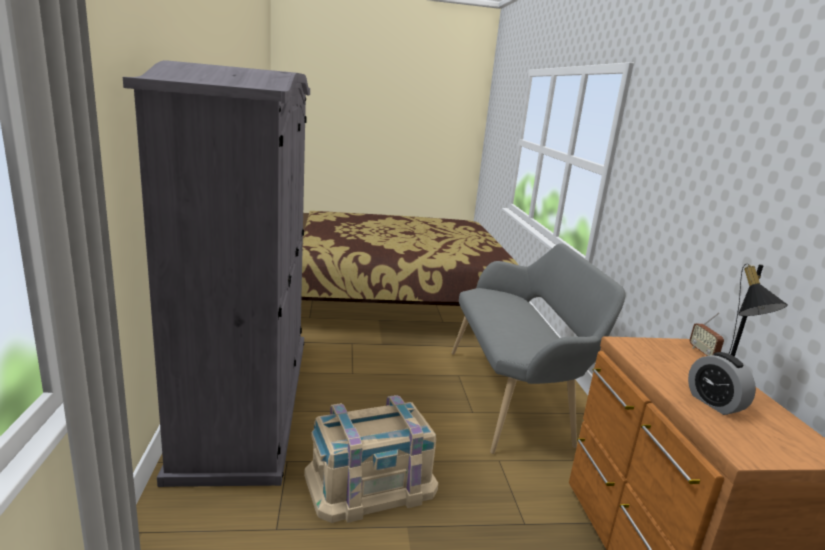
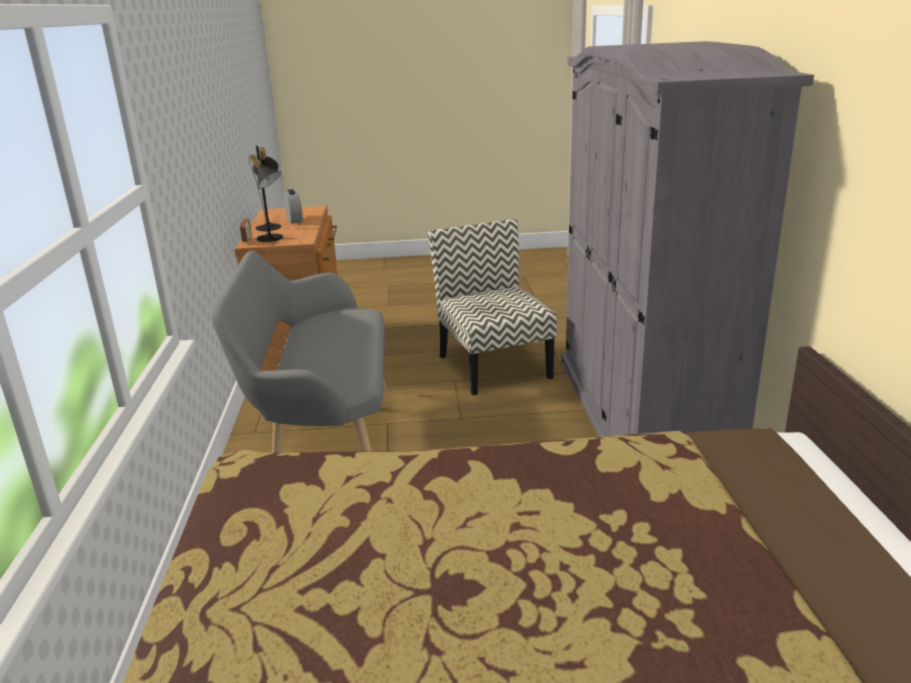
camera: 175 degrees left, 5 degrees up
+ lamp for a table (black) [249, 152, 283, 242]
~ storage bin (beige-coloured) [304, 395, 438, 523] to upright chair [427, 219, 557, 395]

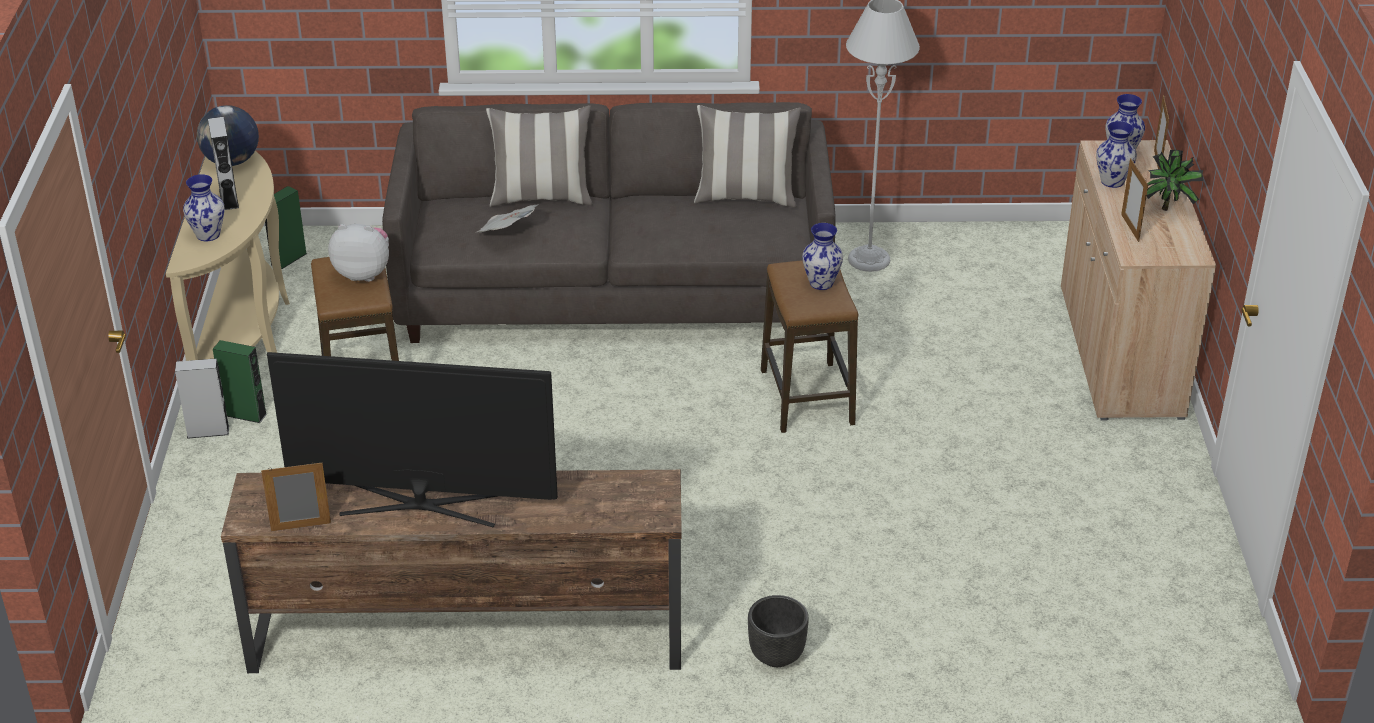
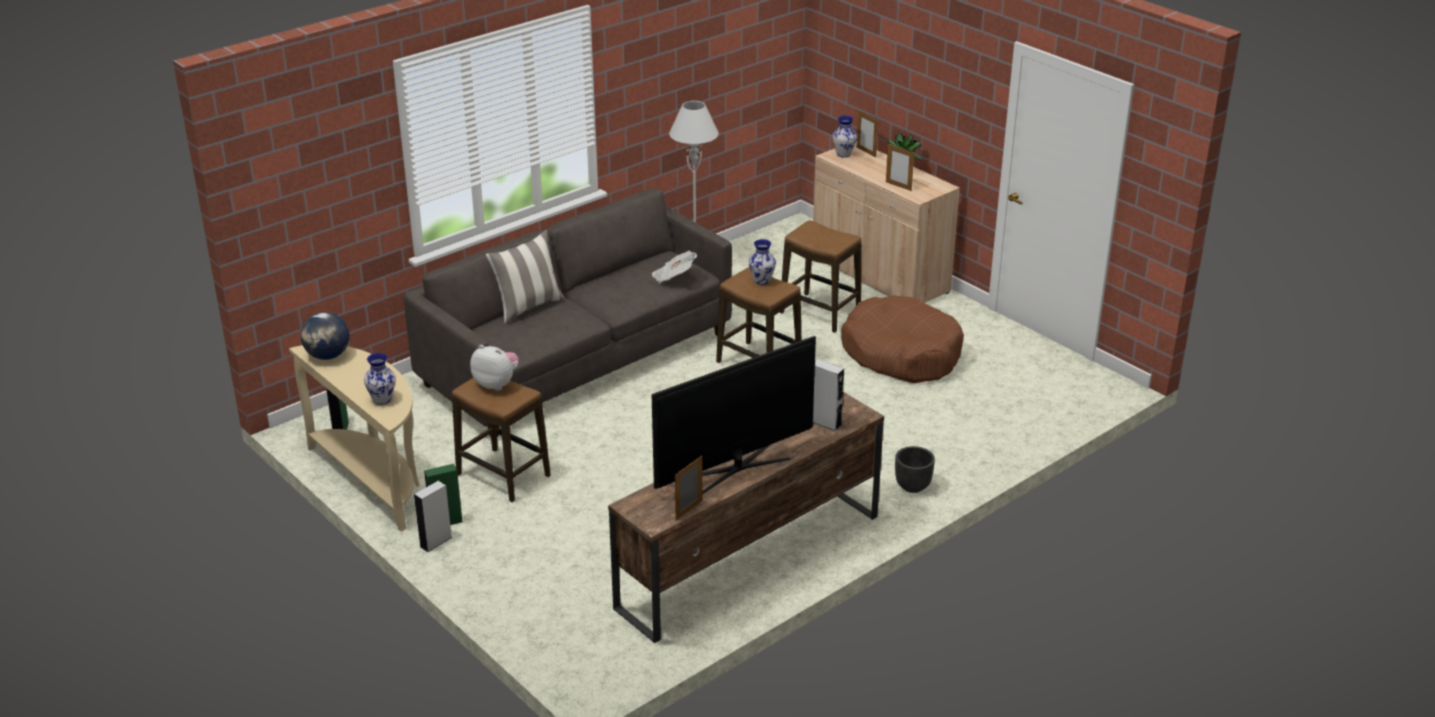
camera: 40 degrees left, 5 degrees down
~ plush toy [328, 224, 389, 282] = [470, 345, 519, 391] 60 degrees clockwise
~ daily paper [477, 204, 539, 232] to [652, 251, 697, 283]
+ stool [780, 220, 861, 333]
~ speaker (grey) [208, 117, 239, 210] to [813, 359, 844, 431]
+ pet bed (brown) [841, 295, 964, 383]
- throw pillow [694, 105, 801, 208]
- vase [1096, 121, 1137, 188]

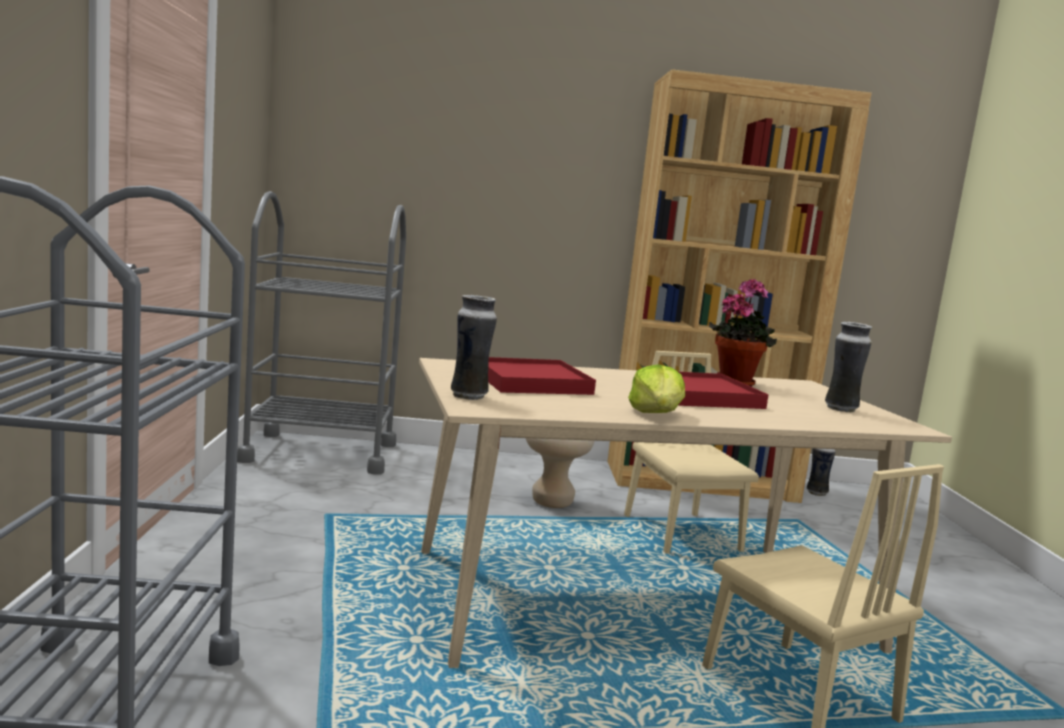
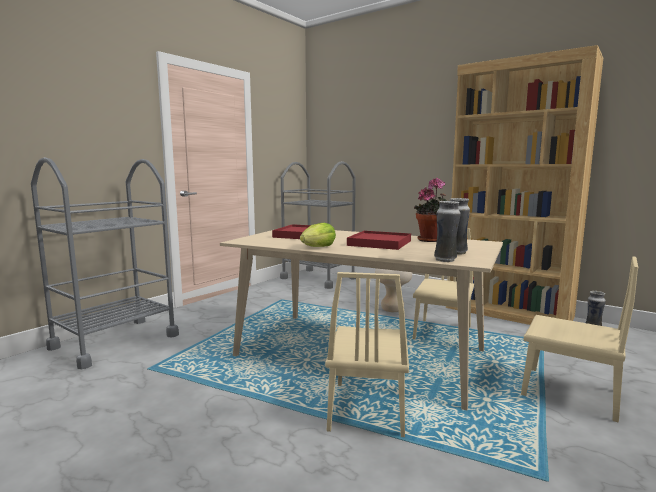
camera: 40 degrees right, 0 degrees up
~ vase [451, 295, 497, 400] to [434, 201, 461, 262]
+ upright chair (beige-coloured) [521, 256, 638, 422]

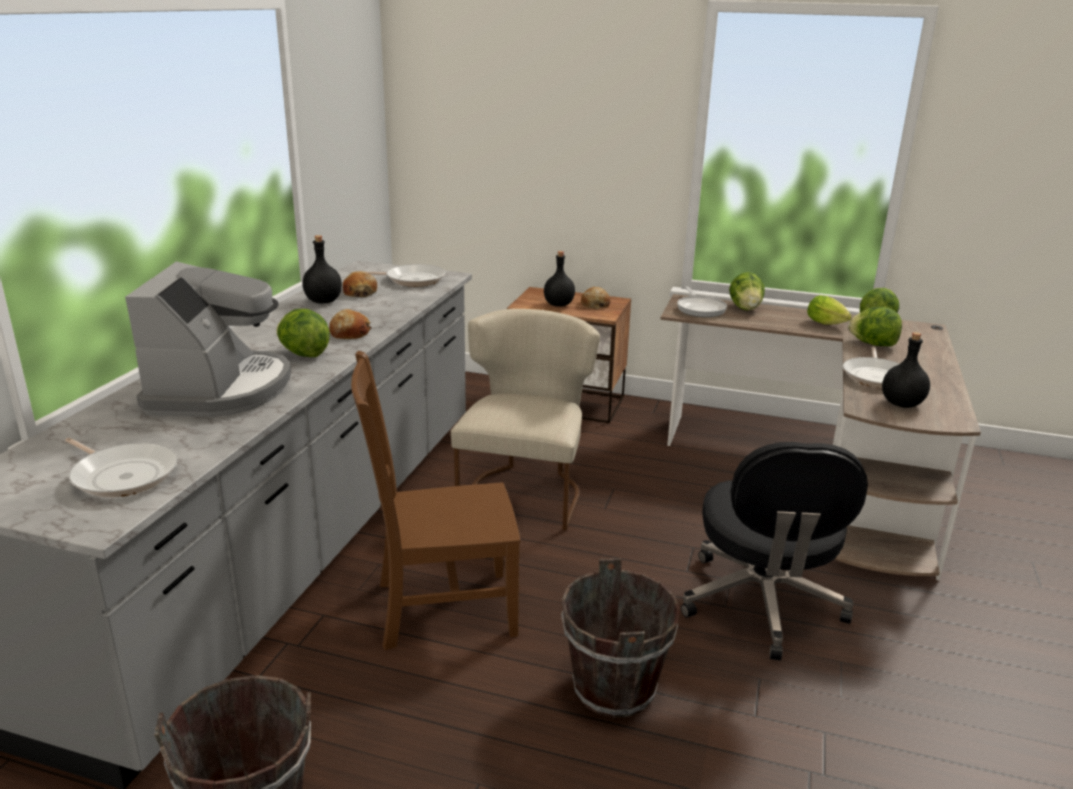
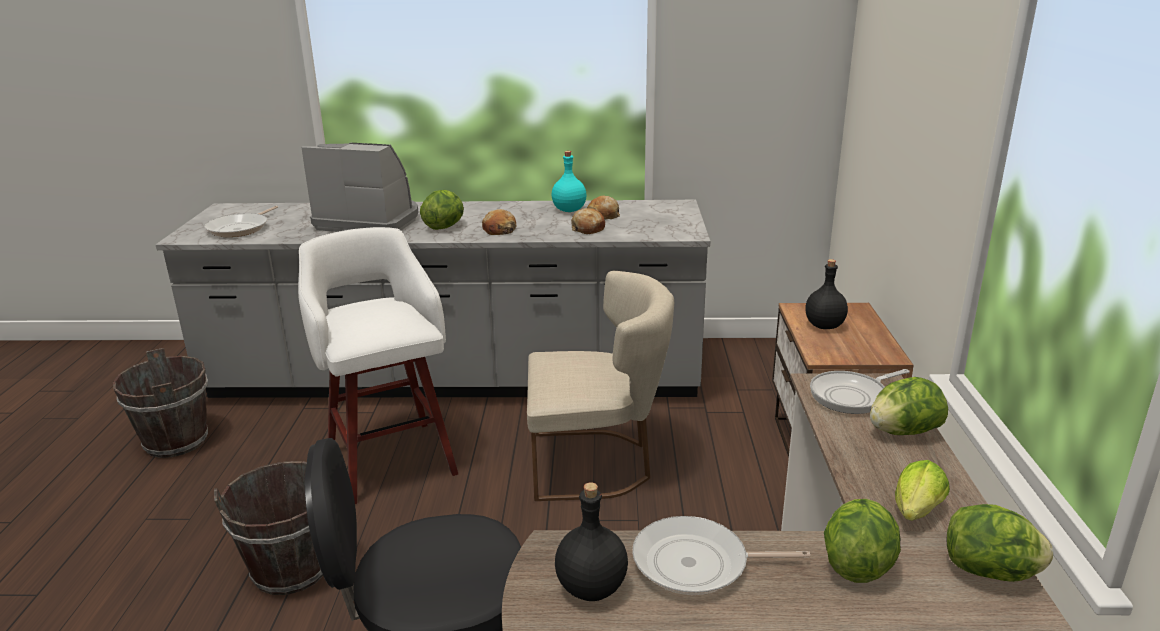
camera: 75 degrees right, 0 degrees up
~ upright chair (brown) [351, 351, 521, 650] to stool (whitish) [298, 227, 458, 504]
~ coffee brewer [125, 261, 291, 417] = [301, 143, 418, 232] 150 degrees counterclockwise
~ bottle (black) [303, 235, 342, 304] to bottle (blue-green) [552, 151, 587, 212]
~ bakery bread [581, 287, 611, 309] to [571, 208, 605, 234]
- skillet [355, 264, 446, 287]

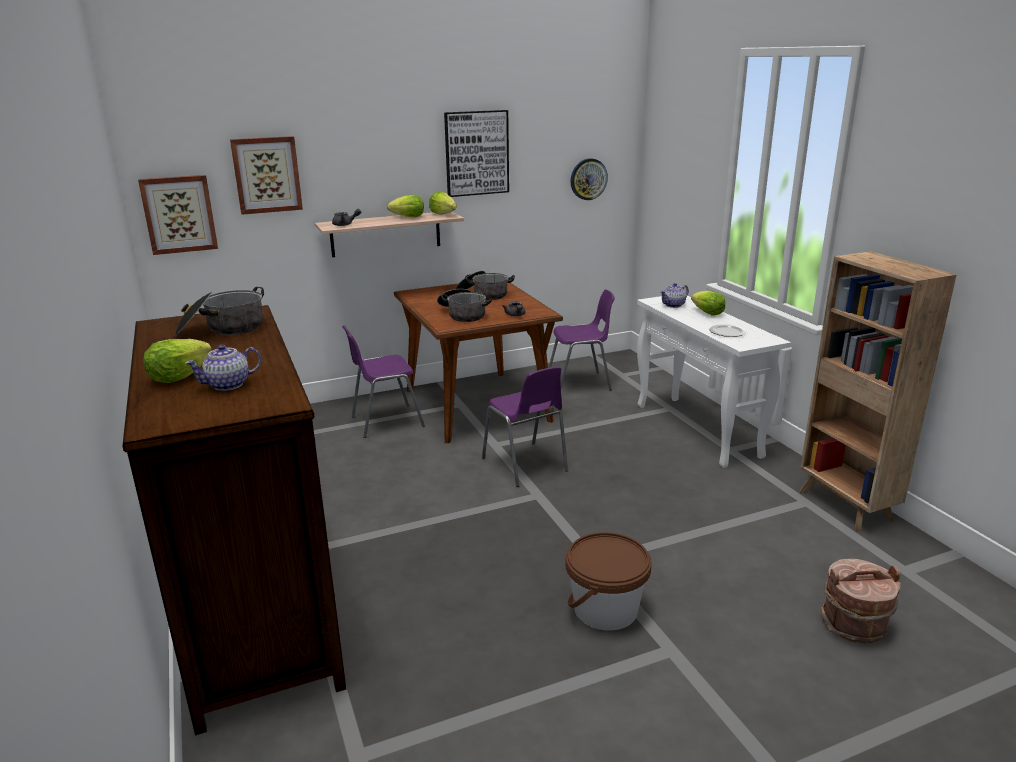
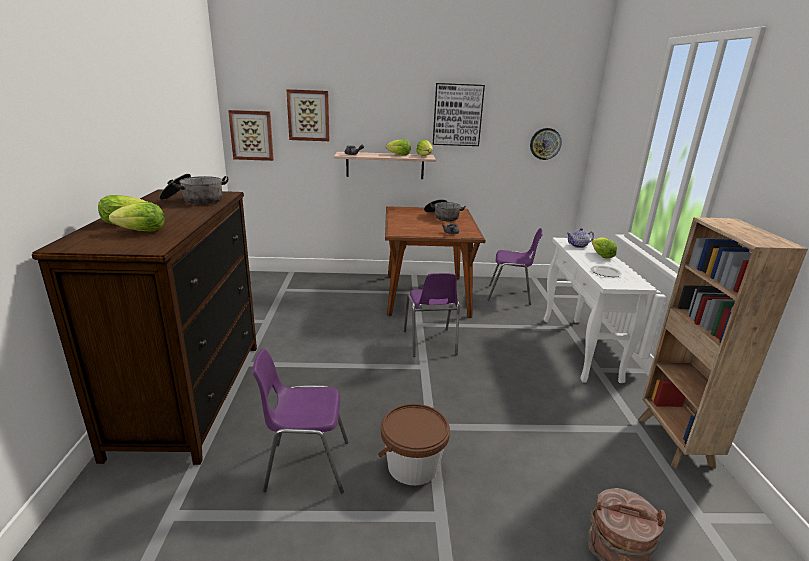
camera: 20 degrees right, 0 degrees up
~ teapot [185, 344, 261, 391] to lettuce head [109, 202, 164, 232]
~ upright chair (purple) [342, 325, 425, 438] to [252, 348, 348, 494]
- saucepot [437, 289, 492, 322]

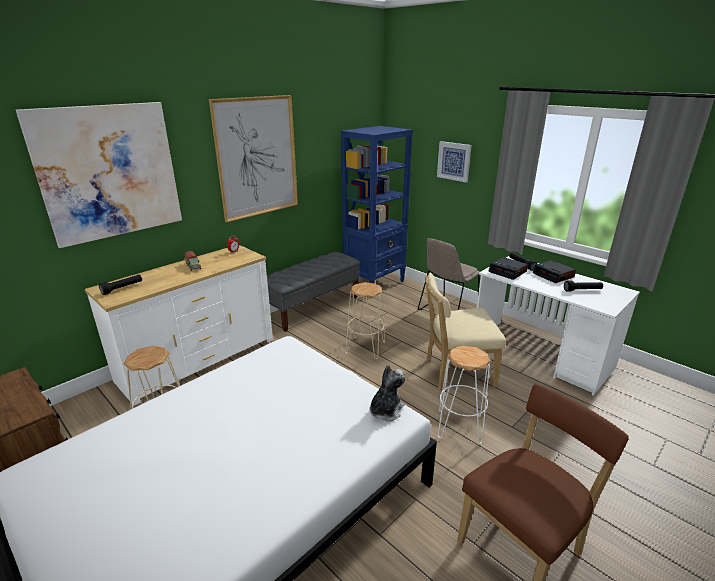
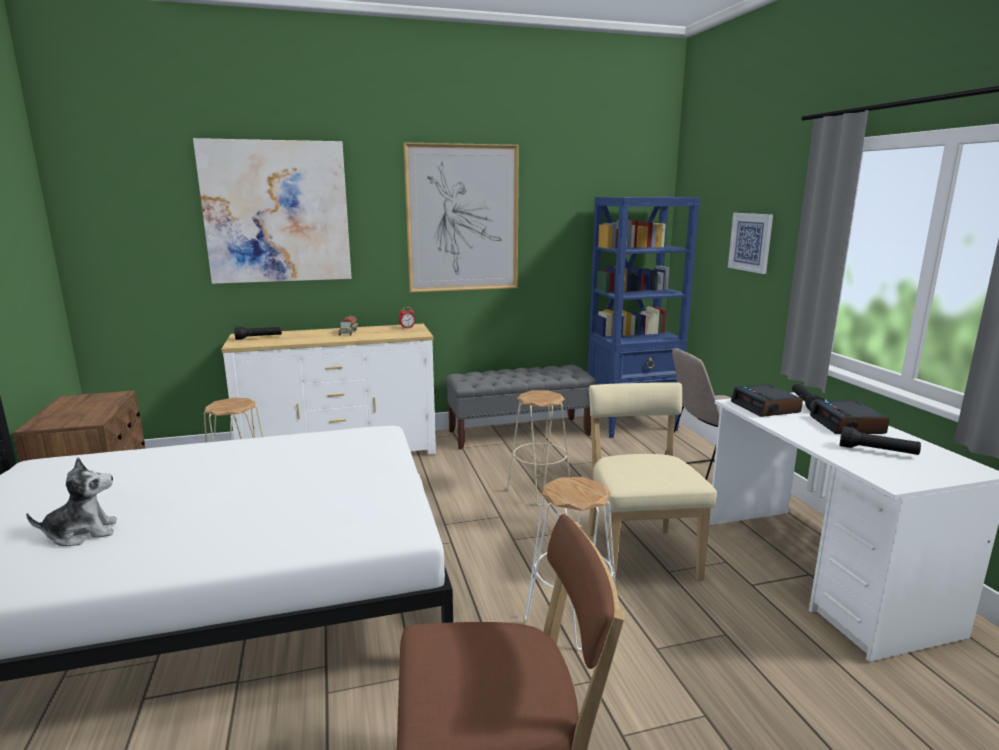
camera: 30 degrees right, 10 degrees down
~ plush toy [369, 365, 405, 421] to [26, 457, 117, 546]
~ upright chair (beige-coloured) [425, 273, 506, 390] = [588, 382, 717, 581] 60 degrees clockwise

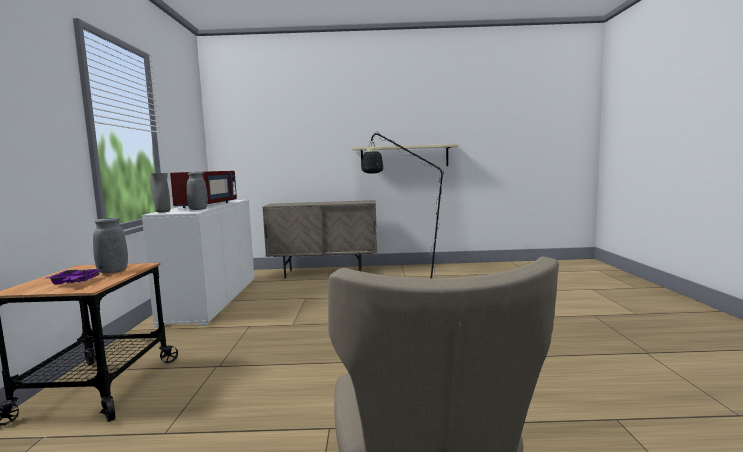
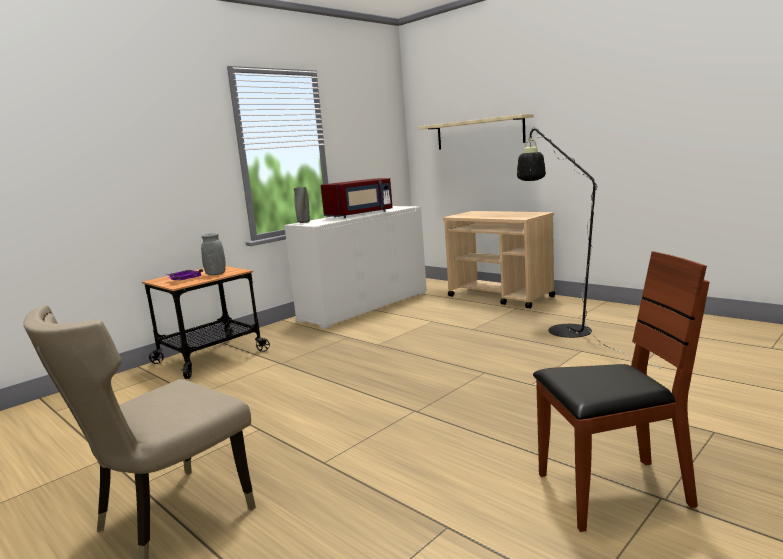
camera: 45 degrees right, 5 degrees up
~ wall shelf (beige-coloured) [352, 144, 460, 169] to [418, 114, 534, 150]
~ storage cabinet (beige-coloured) [262, 200, 377, 278] to wheeled cart (beige-coloured) [443, 211, 555, 309]
+ upright chair (brown) [533, 251, 710, 532]
- vase (grey) [187, 172, 208, 210]

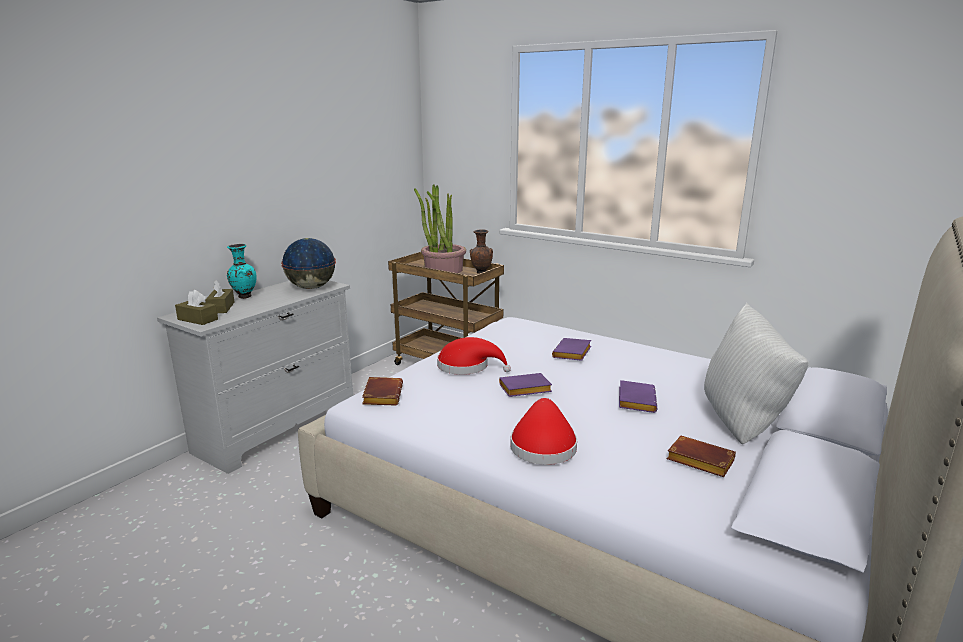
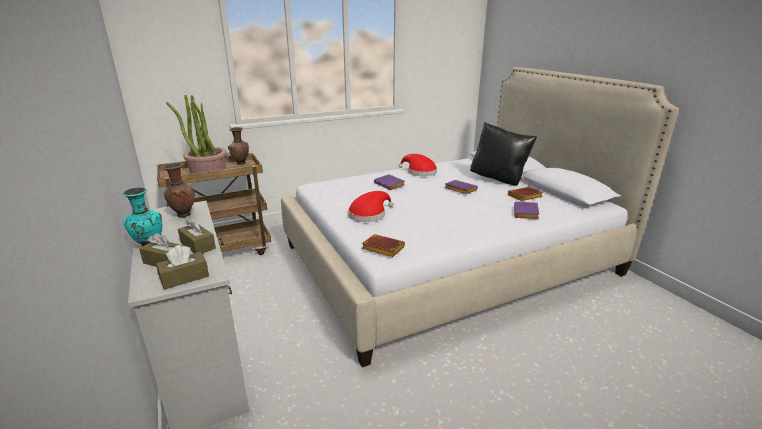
camera: 60 degrees left, 5 degrees up
~ desk globe [281, 238, 336, 289] to vase (brown) [163, 163, 195, 218]
+ box of tissues (brown) [178, 217, 216, 254]
~ wearable hat (red) [510, 398, 577, 465] to [399, 154, 437, 176]
~ throw pillow (whitish) [704, 303, 809, 444] to throw pillow (black) [470, 122, 537, 186]
~ volume (purple) [499, 373, 552, 397] to [514, 202, 539, 219]

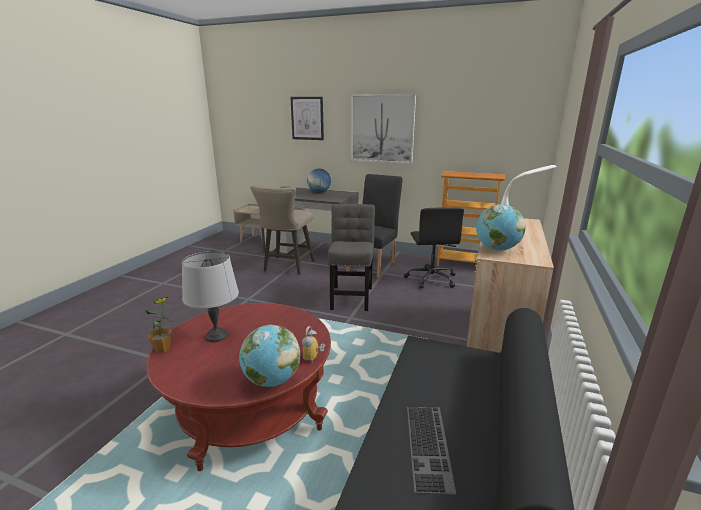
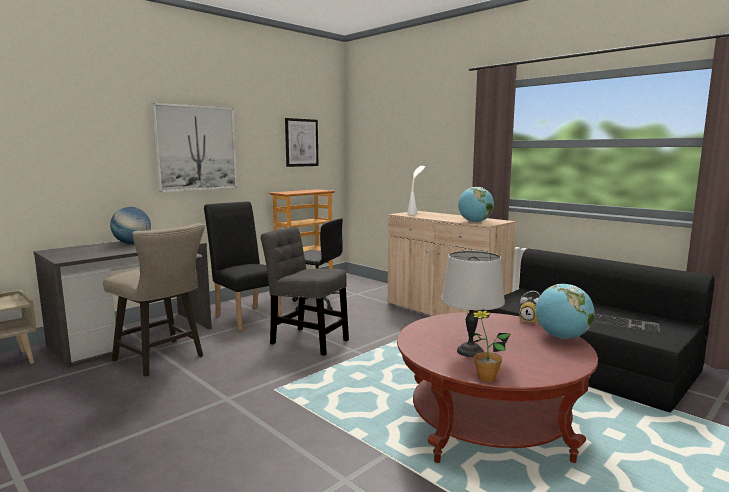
camera: 65 degrees left, 10 degrees down
~ picture [290, 97, 324, 140] to [285, 118, 319, 167]

